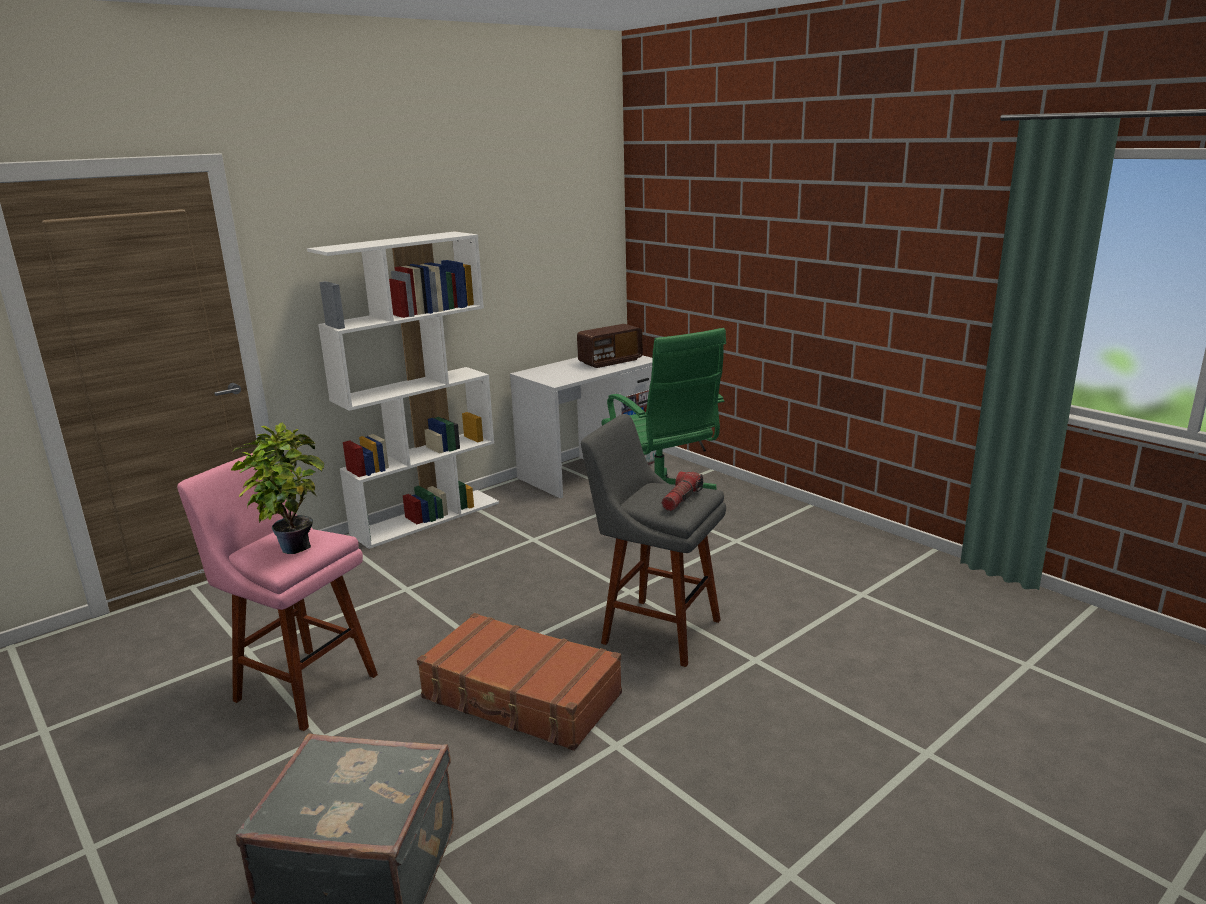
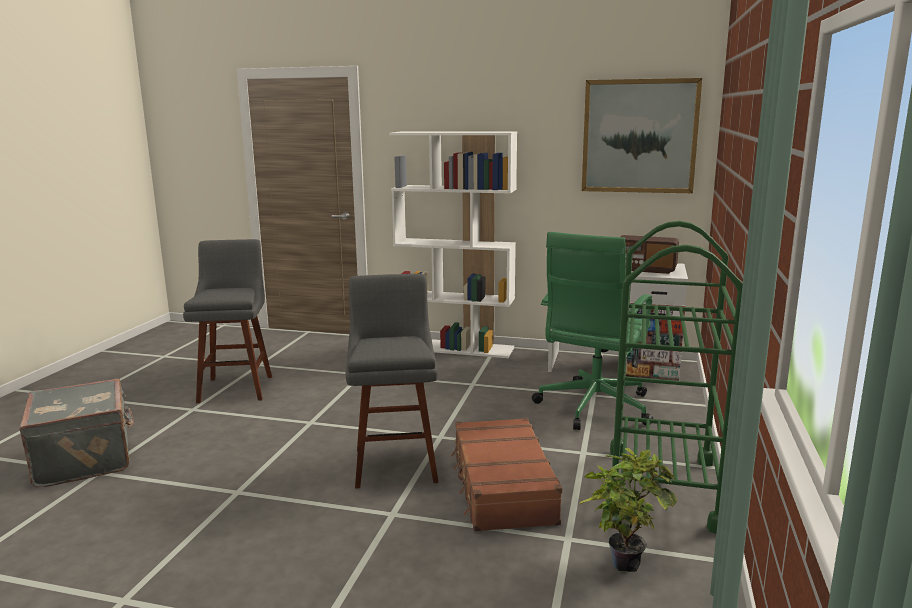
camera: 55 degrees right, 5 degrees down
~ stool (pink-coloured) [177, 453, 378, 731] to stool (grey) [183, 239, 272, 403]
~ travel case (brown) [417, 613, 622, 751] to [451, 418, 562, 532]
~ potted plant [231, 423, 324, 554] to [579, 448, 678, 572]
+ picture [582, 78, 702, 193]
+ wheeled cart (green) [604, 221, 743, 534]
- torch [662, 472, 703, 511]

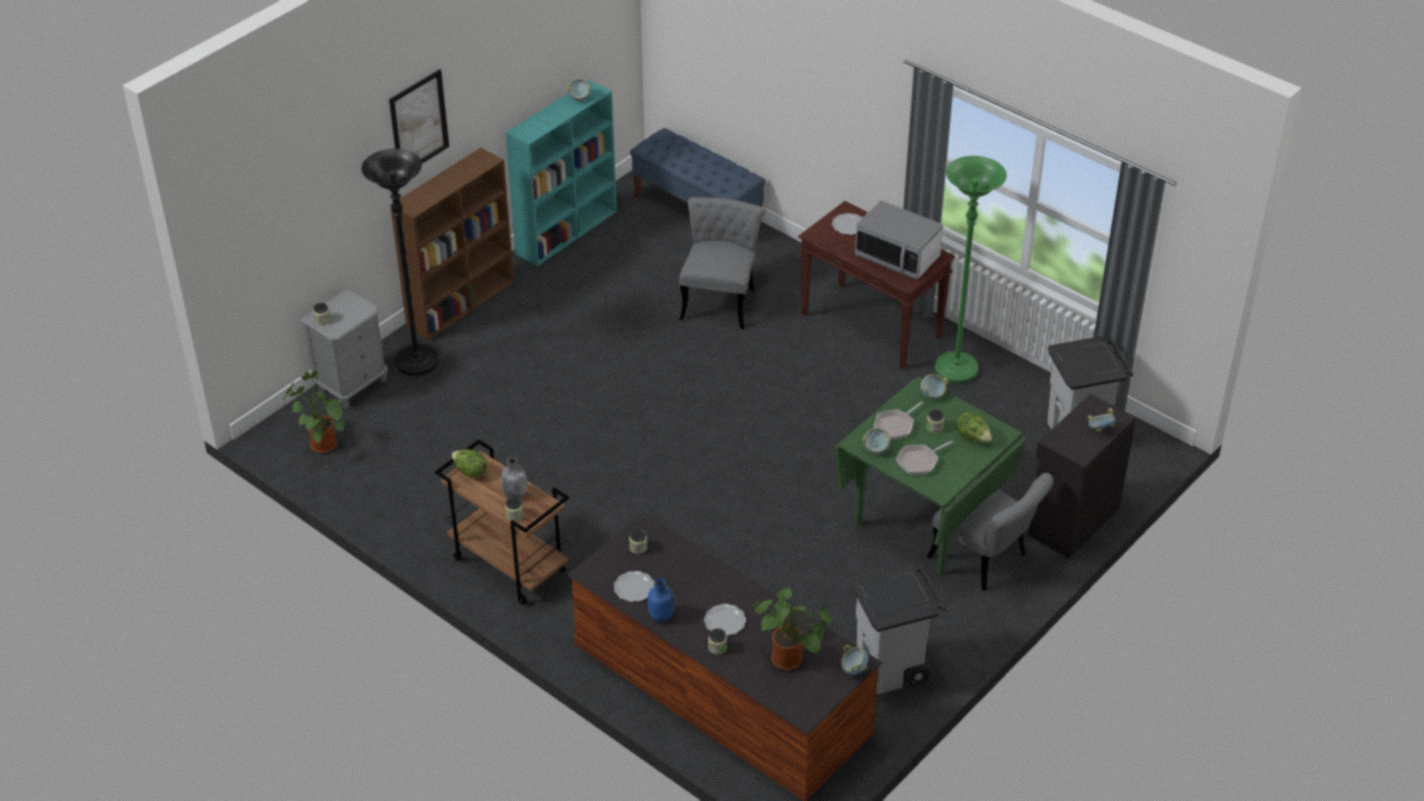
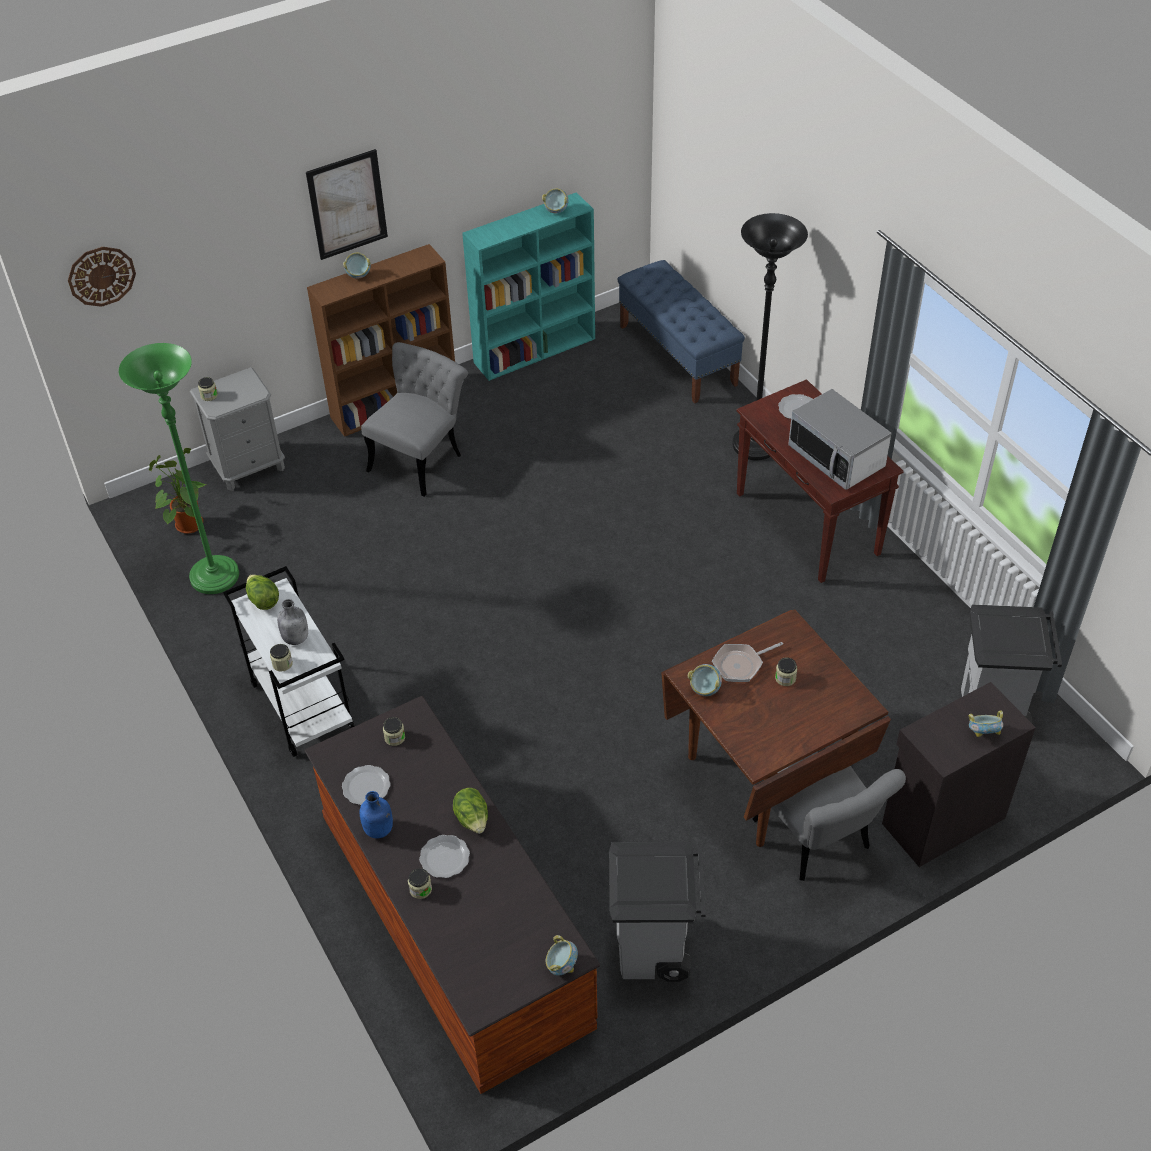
camera: 20 degrees right, 5 degrees up
+ hanging clock [68, 247, 136, 307]
~ standard lamp (green) [935, 156, 1007, 384] to [119, 343, 239, 594]
~ wheeled cart (brown) [435, 439, 569, 605] to wheeled cart (whitish) [223, 566, 354, 757]
~ bowl [921, 374, 948, 400] to [343, 252, 370, 278]
~ upright chair (grey) [679, 197, 766, 329] to [361, 342, 468, 497]
~ lettuce head [957, 412, 992, 442] to [453, 788, 488, 834]
~ dinner table (green) [835, 377, 1026, 576] to dinner table (brown) [661, 610, 891, 847]
~ standard lamp (black) [361, 149, 439, 376] to [732, 213, 808, 460]
- potted plant [751, 588, 832, 670]
- skillet [896, 441, 953, 475]

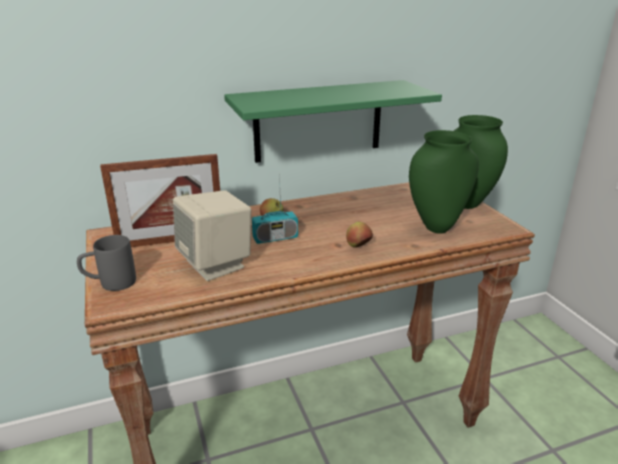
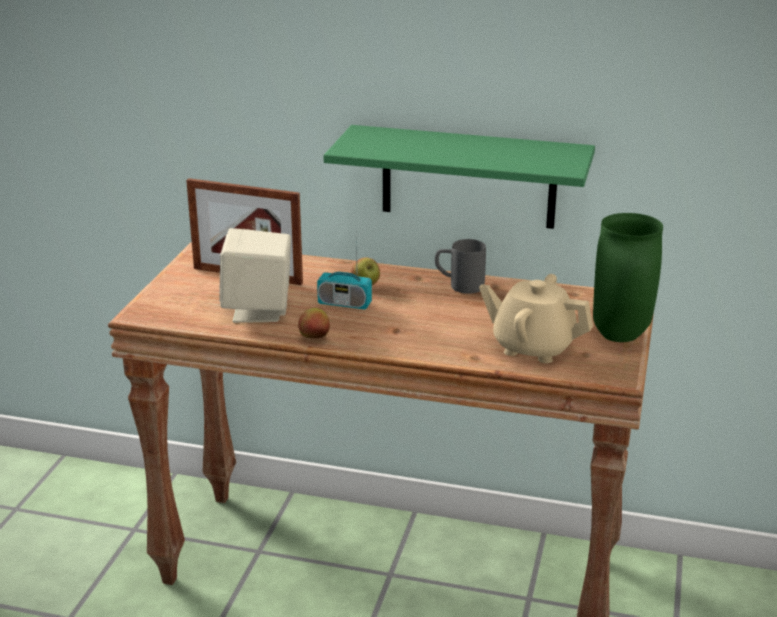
camera: 35 degrees right, 0 degrees up
~ apple fruit [346, 222, 373, 248] to [298, 308, 330, 338]
~ coffee mug (grey) [77, 235, 136, 291] to [435, 239, 486, 294]
~ vase (green) [409, 130, 479, 234] to teapot (beige-coloured) [479, 274, 593, 363]

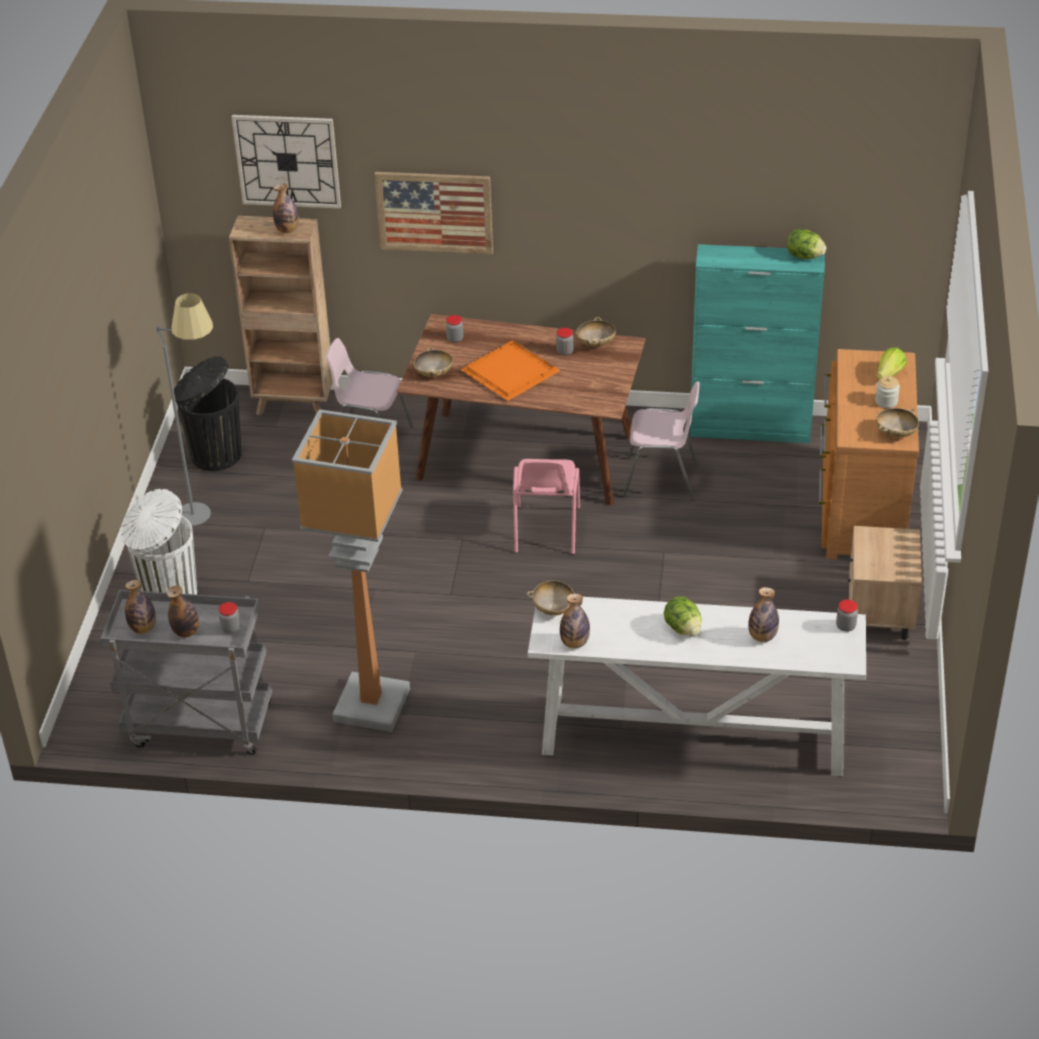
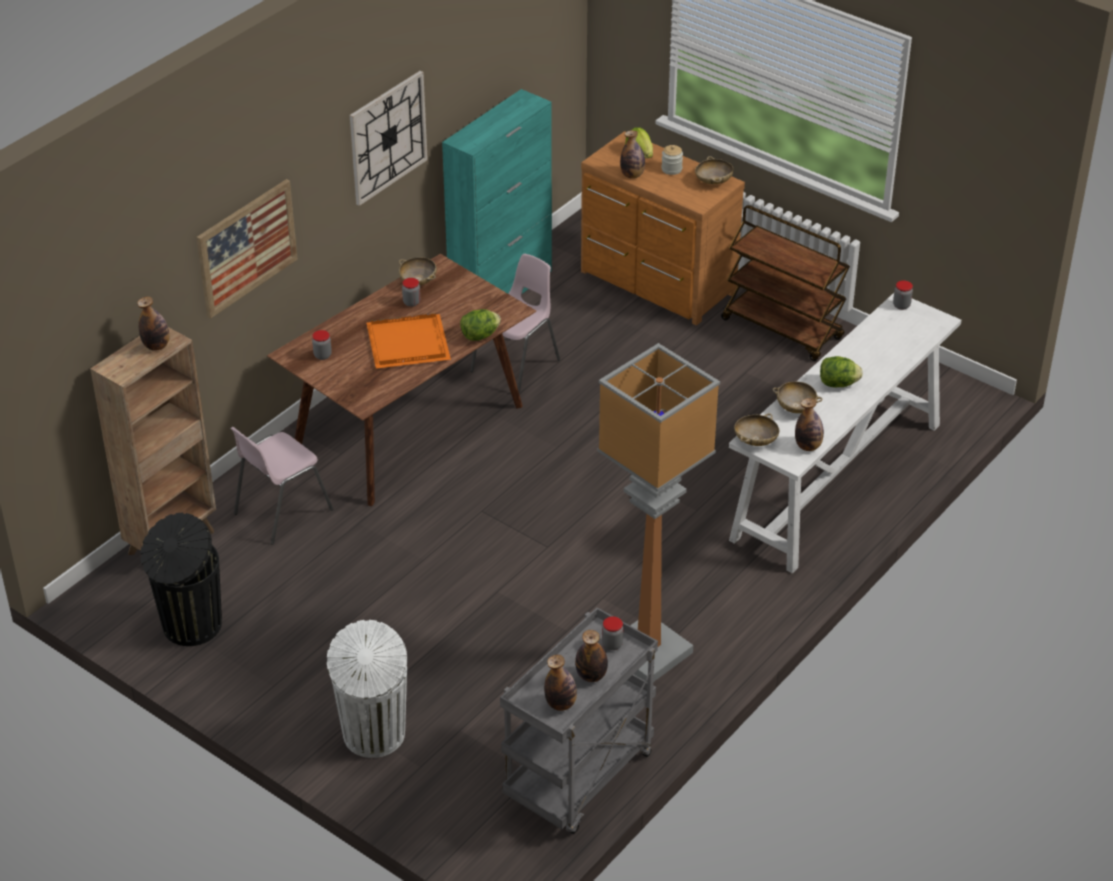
camera: 60 degrees left, 0 degrees up
~ hanging clock [231, 115, 341, 209] to [350, 71, 428, 206]
~ lettuce head [787, 229, 826, 259] to [460, 309, 501, 341]
~ bottle [748, 587, 779, 642] to [620, 130, 645, 179]
~ bedside table (beige-coloured) [848, 526, 922, 640] to wheeled cart (brown) [721, 205, 850, 361]
~ bowl (beige-coloured) [414, 347, 453, 377] to [772, 382, 823, 413]
- standard lamp (grey) [156, 293, 213, 526]
- upright chair (pink-coloured) [513, 459, 580, 555]

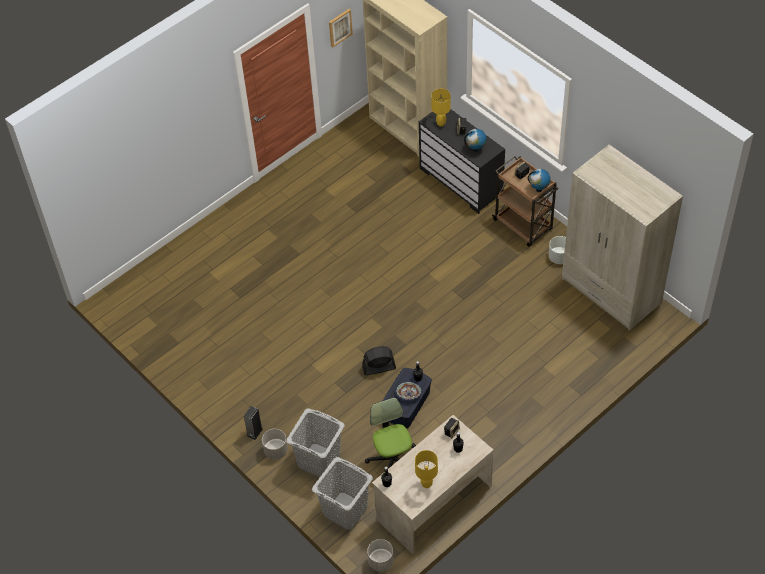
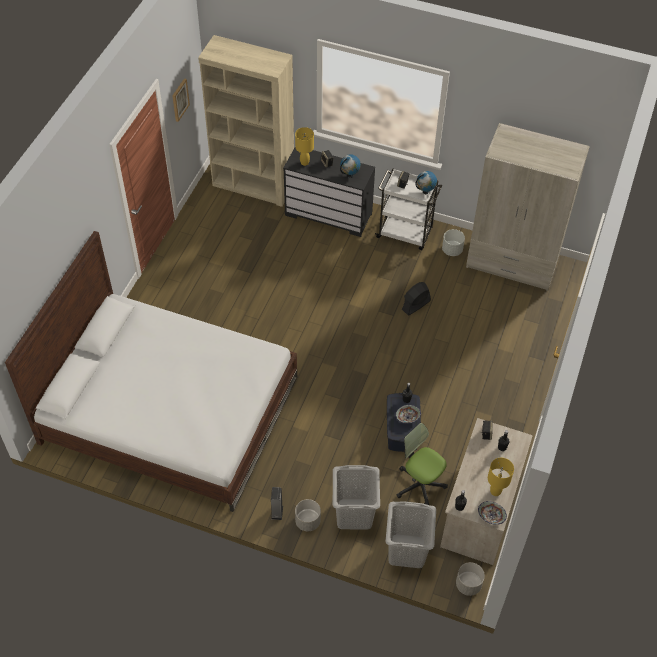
camera: 30 degrees left, 0 degrees up
+ sleeping bed [5, 231, 297, 512]
~ wheeled cart (brown) [492, 156, 559, 247] to wheeled cart (whitish) [375, 168, 442, 250]
~ fan (black) [362, 346, 396, 375] to [402, 282, 431, 315]
+ bowl [478, 501, 507, 525]

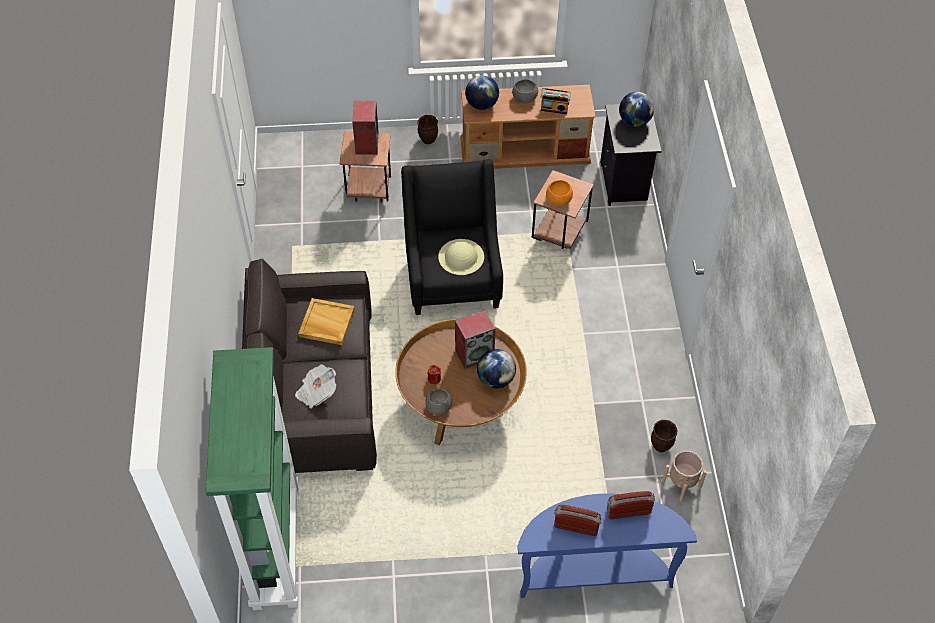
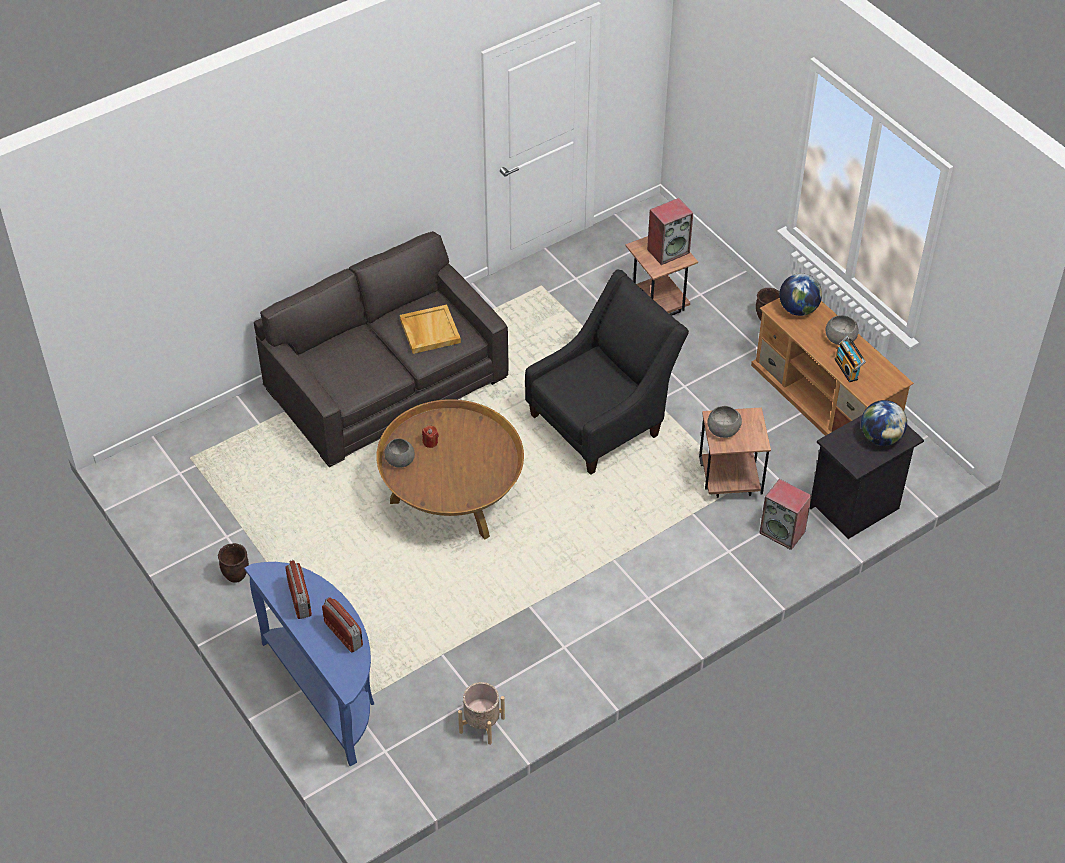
camera: 60 degrees right, 5 degrees down
~ planter (brown) [651, 420, 678, 452] to [218, 543, 249, 583]
~ bowl (orange-coloured) [546, 180, 573, 206] to bowl (grey) [708, 406, 742, 438]
~ speaker [455, 310, 496, 369] to [760, 479, 812, 550]
- bookcase (green) [205, 347, 299, 610]
- daily paper [295, 365, 336, 408]
- wearable hat (beige-coloured) [438, 239, 484, 275]
- desk globe [477, 349, 516, 388]

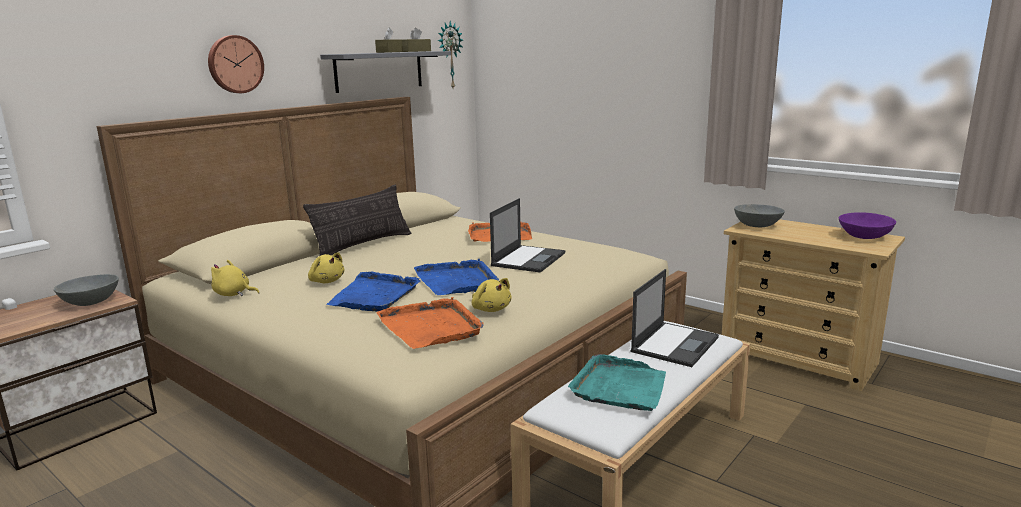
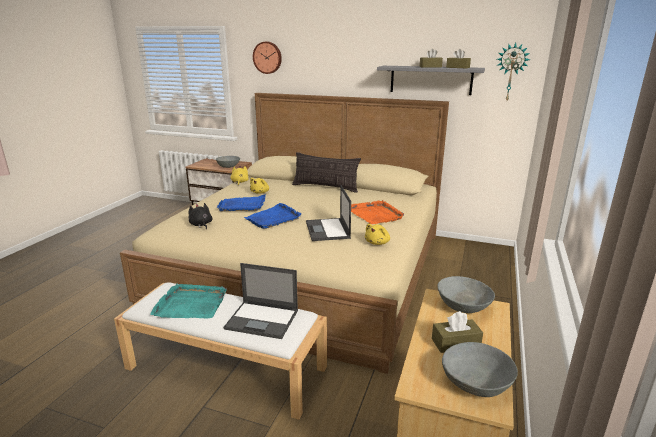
camera: 70 degrees right, 5 degrees up
~ carrying tray (orange-coloured) [376, 297, 484, 349] to plush toy (black) [189, 203, 213, 230]
~ hanging clock [208, 35, 264, 93] to [253, 42, 282, 74]
~ notebook computer [490, 198, 565, 273] = [306, 185, 351, 241] 75 degrees clockwise
~ plush toy (yellow) [472, 278, 512, 312] to [365, 224, 390, 245]
+ box of tissues (brown) [432, 311, 483, 353]
~ bowl (purple) [839, 212, 896, 239] to bowl (grey) [442, 342, 518, 397]

